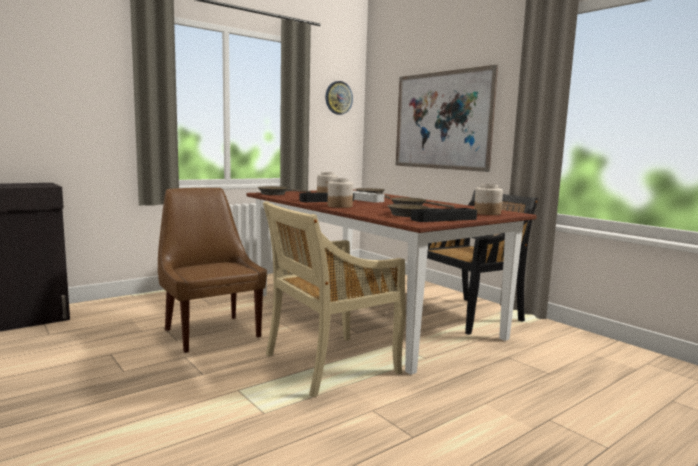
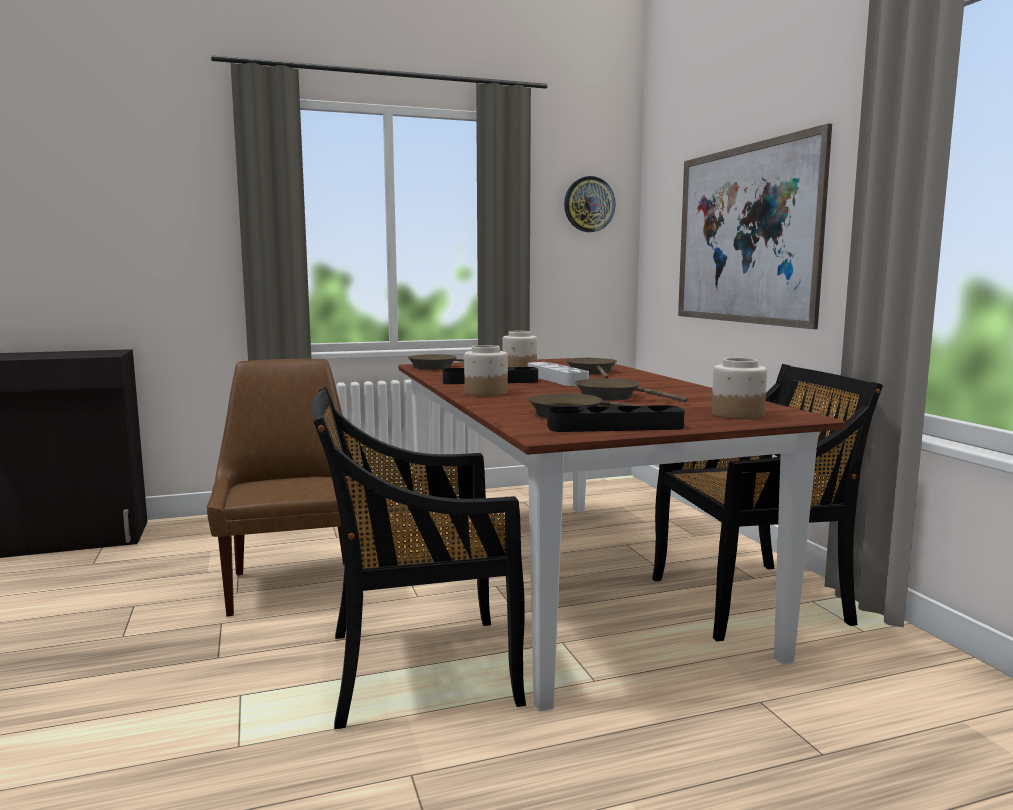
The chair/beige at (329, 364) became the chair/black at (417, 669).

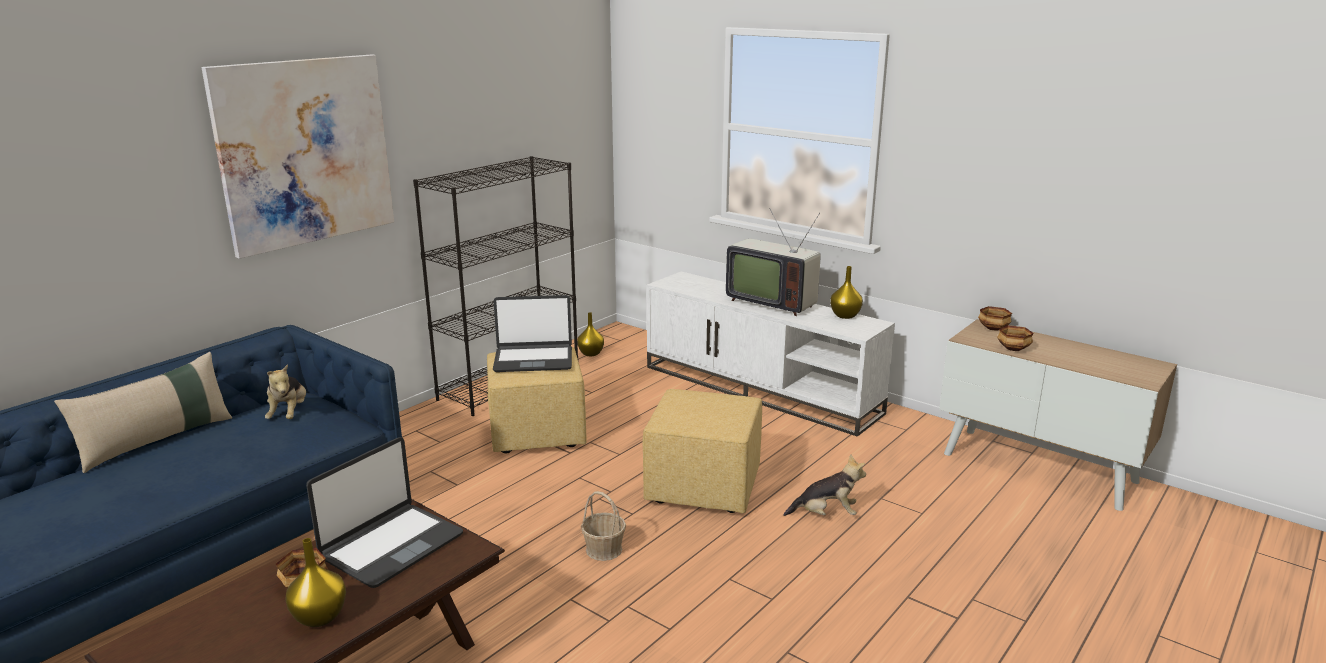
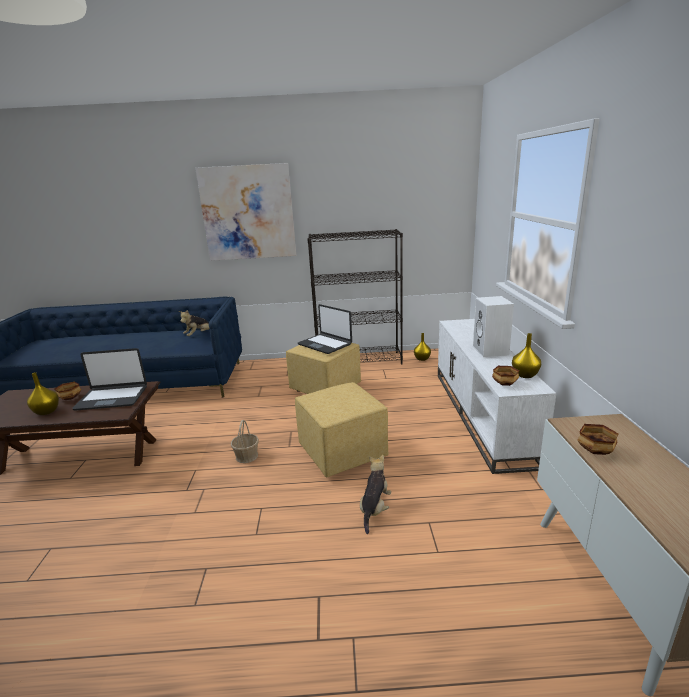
The pillow/beige at (157, 440) disappeared. The bowl moved from (992, 328) to (504, 383). The television at (772, 302) was replaced by the speaker/white at (491, 351). The plush toy at (826, 514) turned 120 degrees counterclockwise.

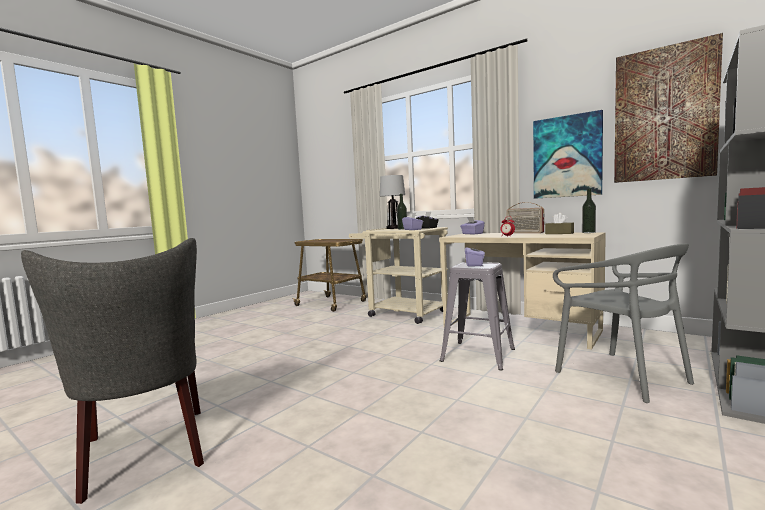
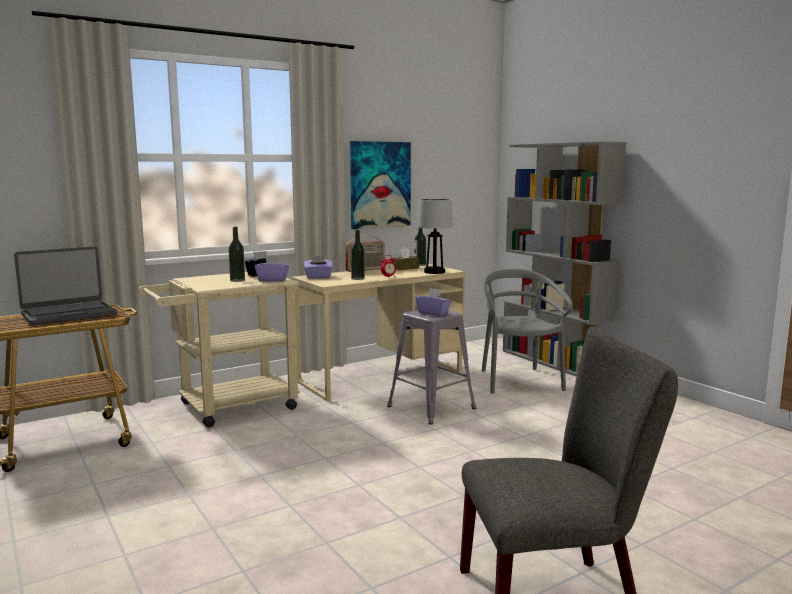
The picture at (664, 114) disappeared. The laptop at (68, 314) appeared. The bottle at (358, 278) appeared. The table lamp moved from (394, 228) to (434, 272). The chair/grey at (621, 376) turned 90 degrees counterclockwise.

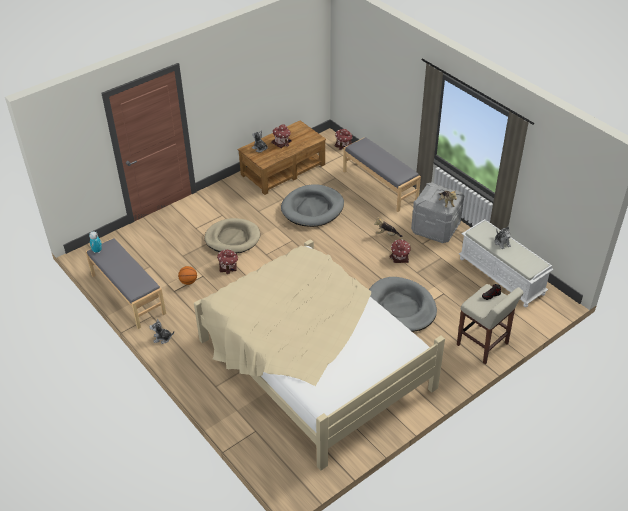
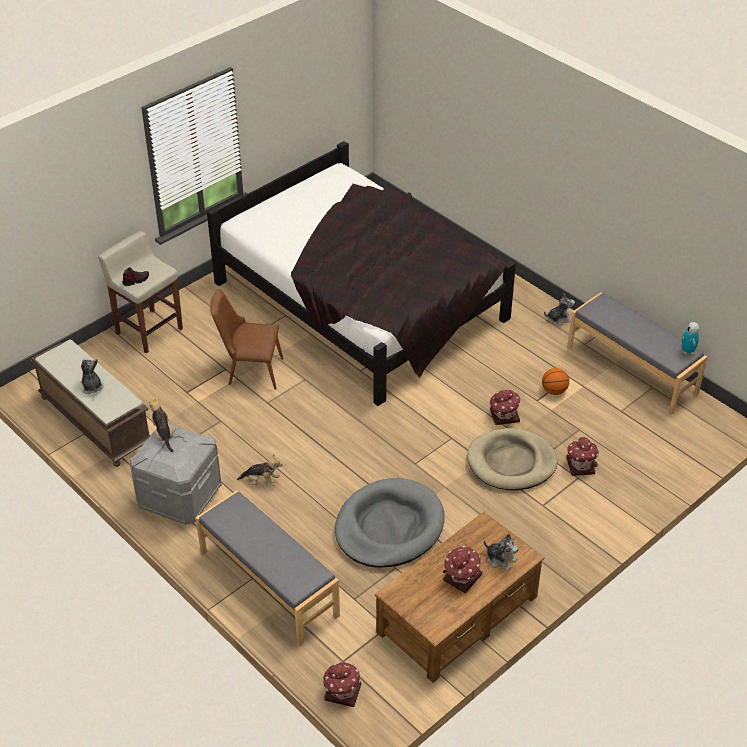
The toy house moved from (400, 257) to (580, 465). The dog bed/grey at (400, 307) was replaced by the chair/brown at (249, 370). The bed/beige at (313, 363) became the bed/black at (362, 301). The bench/white at (502, 276) became the bench/brown at (94, 421).

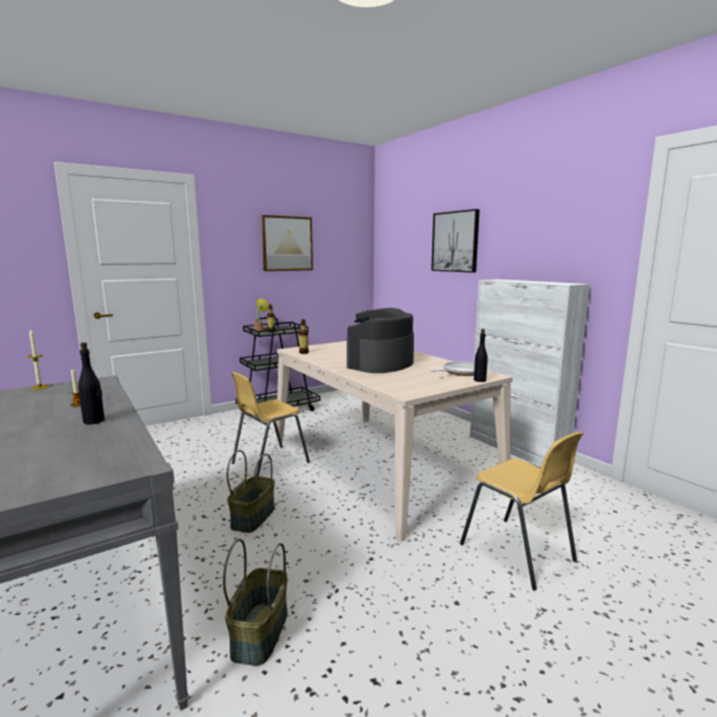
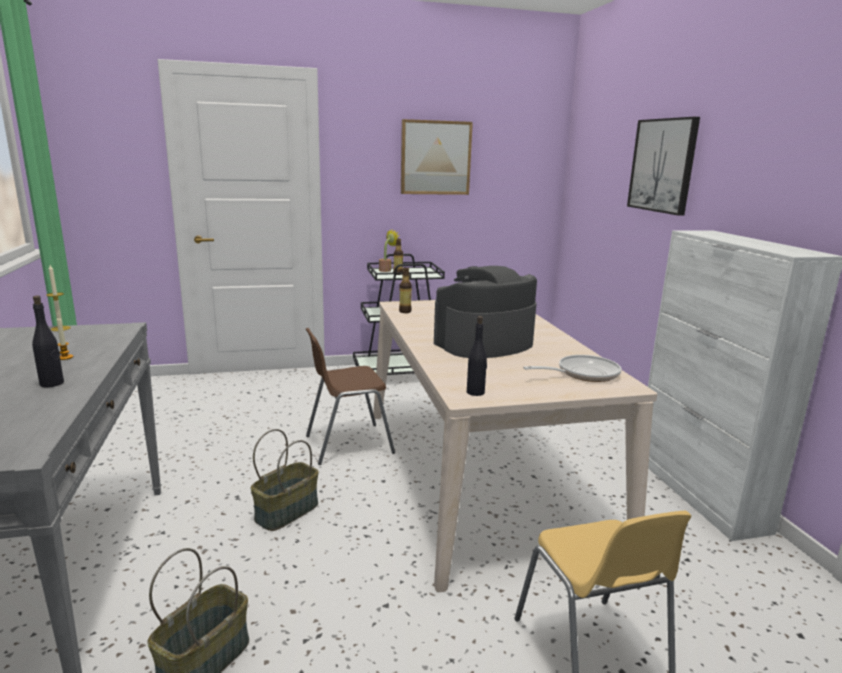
The bottle/black moved from (480, 380) to (475, 392). The chair/yellow at (269, 463) became the chair/brown at (348, 444).

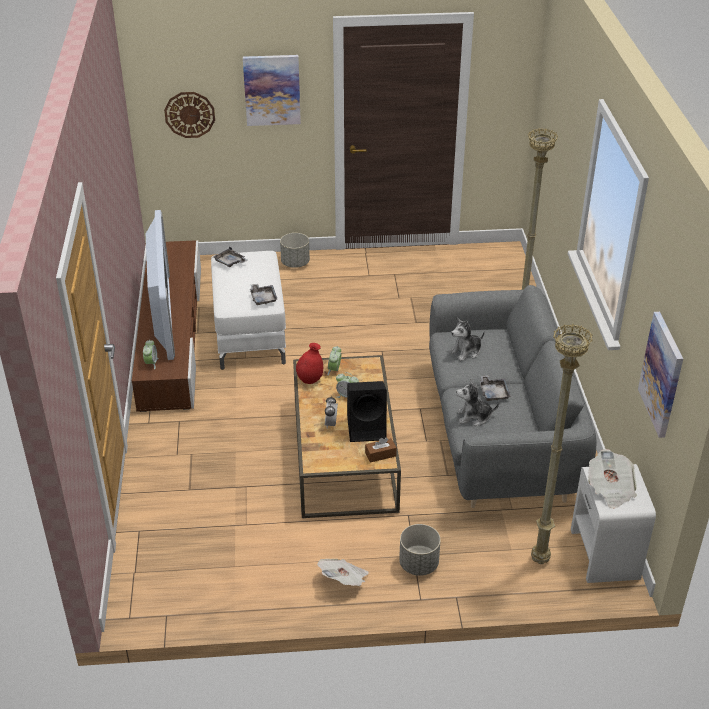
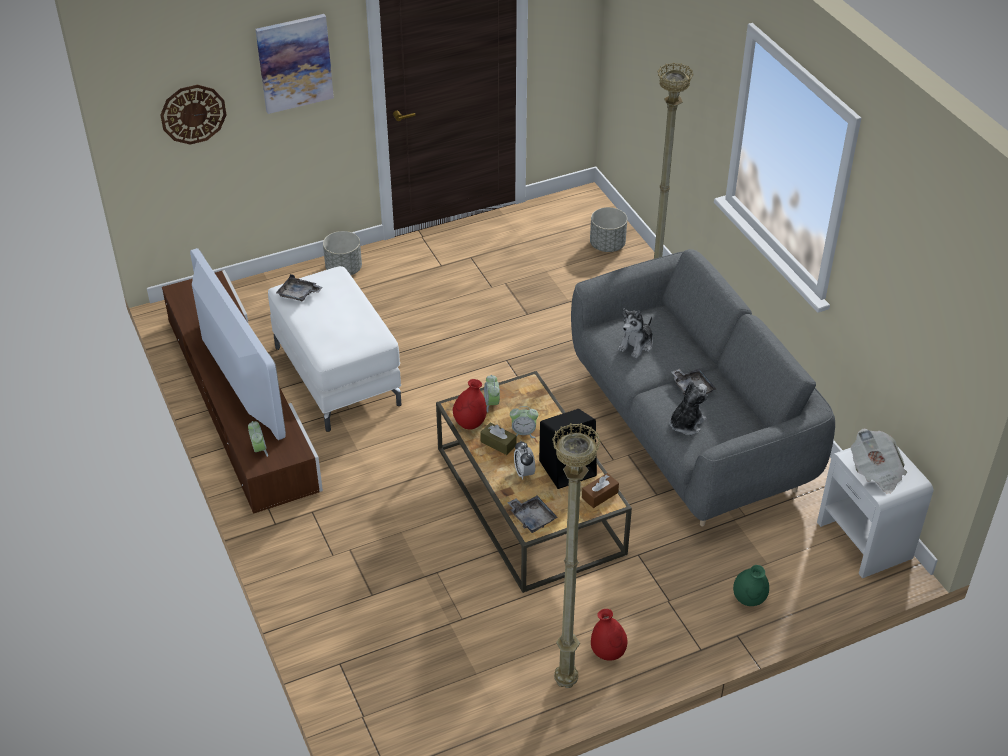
The picture at (662, 374) disappeared. The tissue box/brown at (498, 443) appeared. The vase/green at (749, 599) appeared. The tray/grey moved from (263, 298) to (532, 518). The planter/grey moved from (419, 564) to (607, 245). The floor lamp/beige moved from (538, 560) to (565, 683). The newspaper at (344, 580) was replaced by the vase/red at (608, 653). The plush toy at (474, 417) turned 150 degrees clockwise.

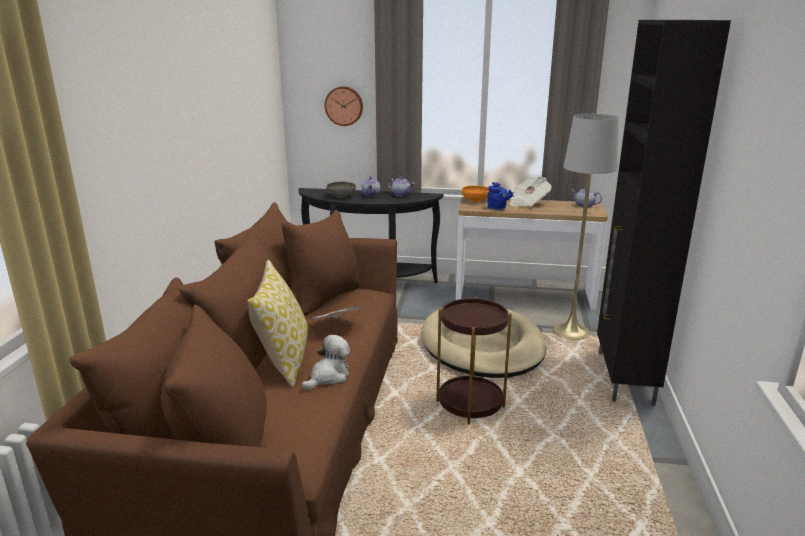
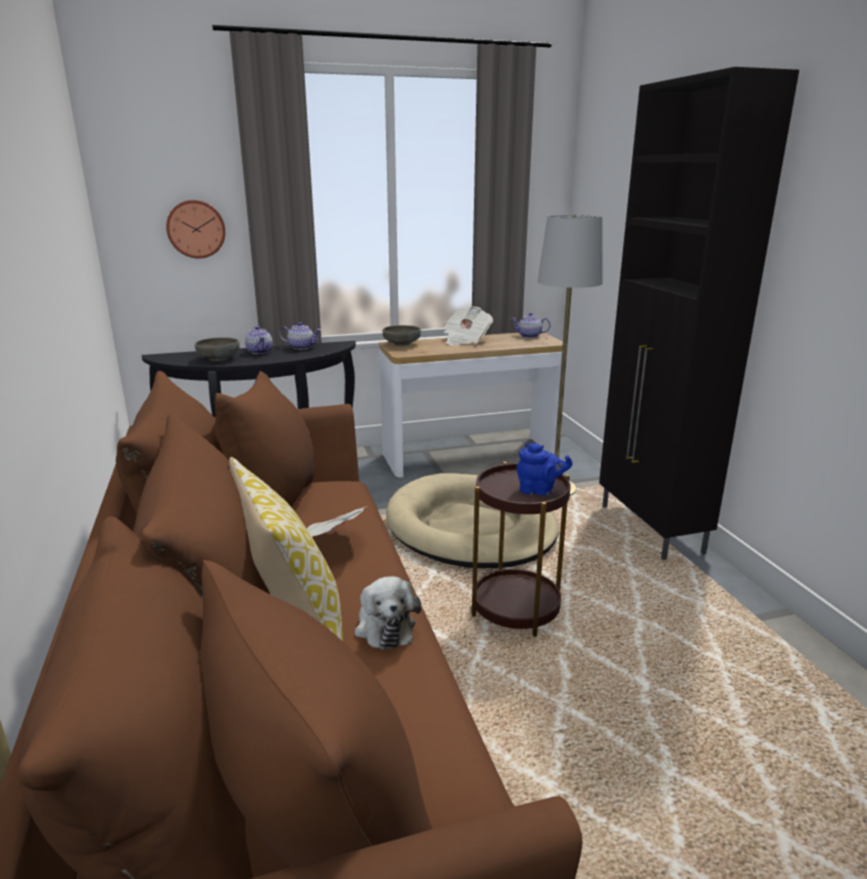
The teapot/blue moved from (498, 208) to (539, 491). The bowl/orange at (475, 200) became the bowl/grey at (401, 344). The plush toy at (328, 376) turned 150 degrees clockwise.

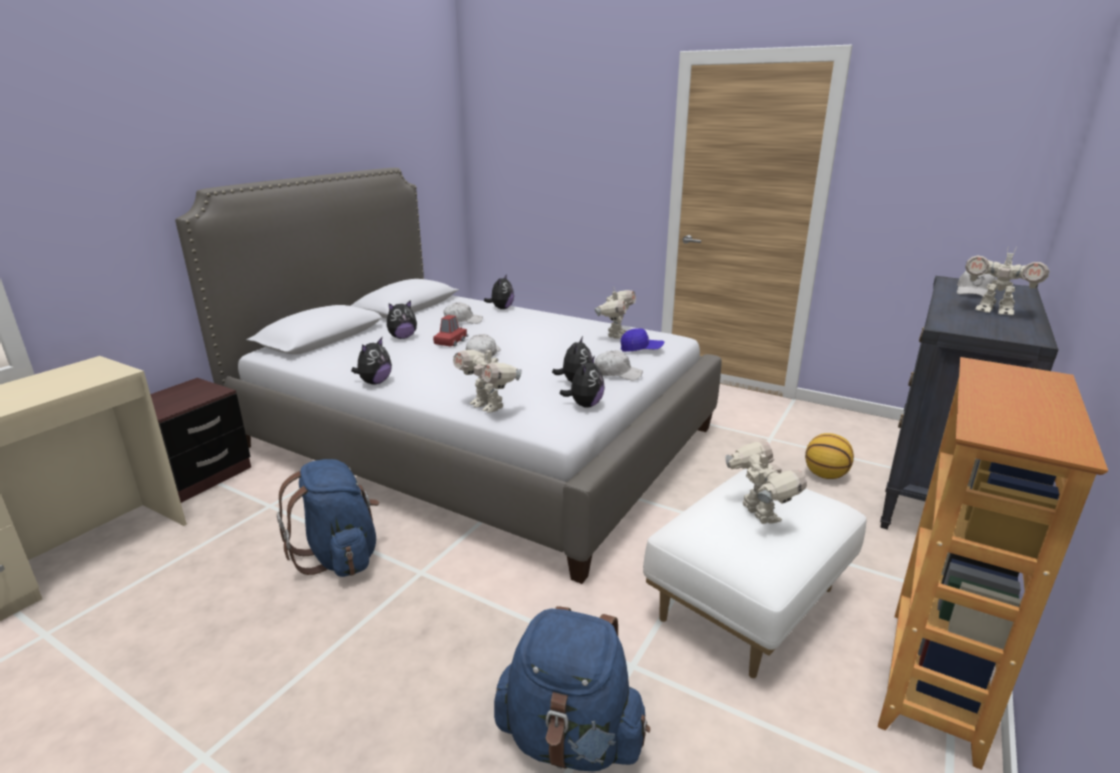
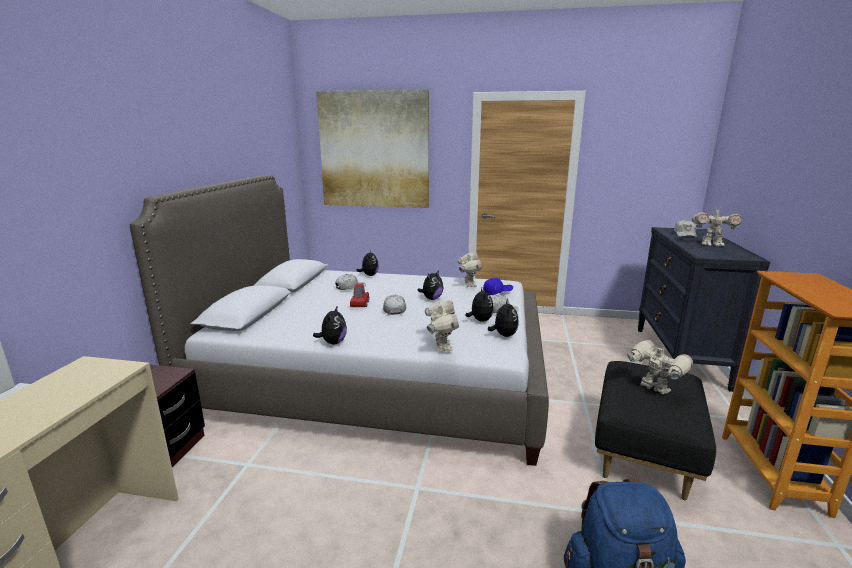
The backpack/blue at (340, 555) disappeared. The basketball at (825, 475) disappeared. The picture at (374, 150) appeared. The plush toy moved from (402, 337) to (431, 298). The ottoman/white at (748, 606) became the ottoman/black at (645, 453). The toy robot at (488, 406) turned 120 degrees counterclockwise.

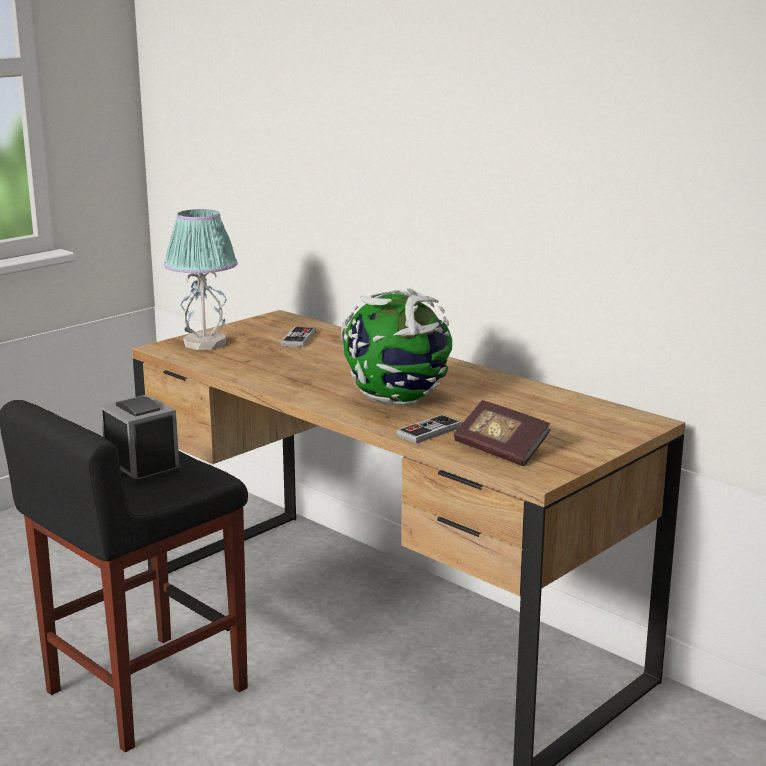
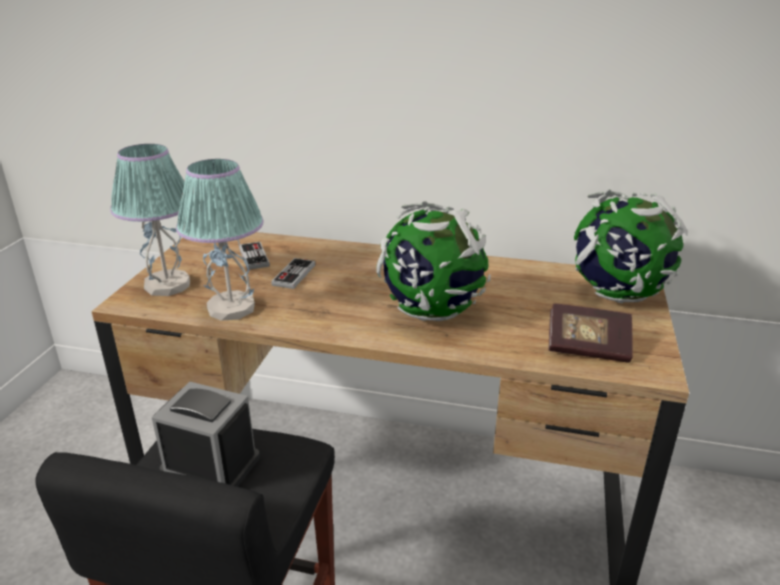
The table lamp at (232, 308) appeared. The globe at (616, 295) appeared. The game controller moved from (429, 431) to (294, 275).

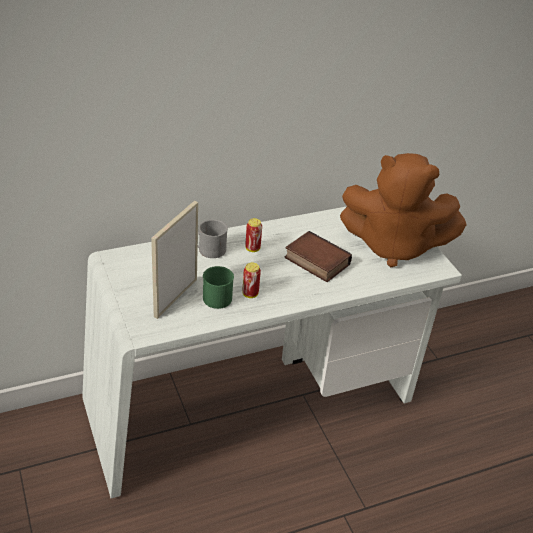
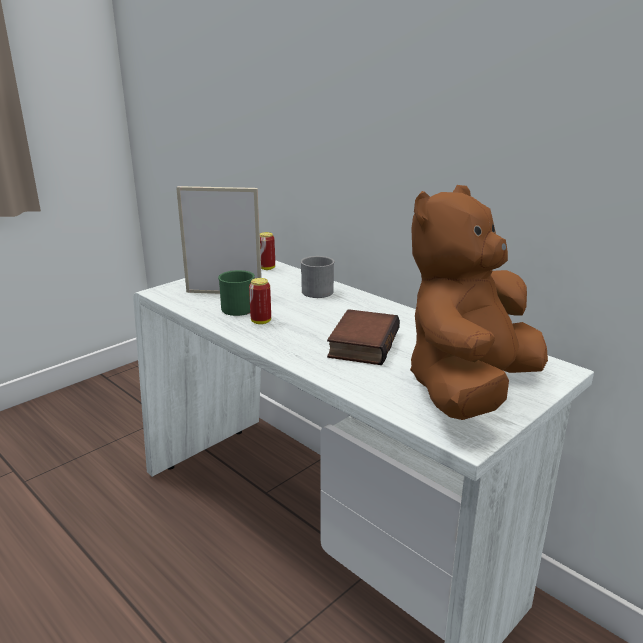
The can moved from (252, 248) to (267, 268). The plush toy/brown at (393, 246) turned 45 degrees clockwise.

